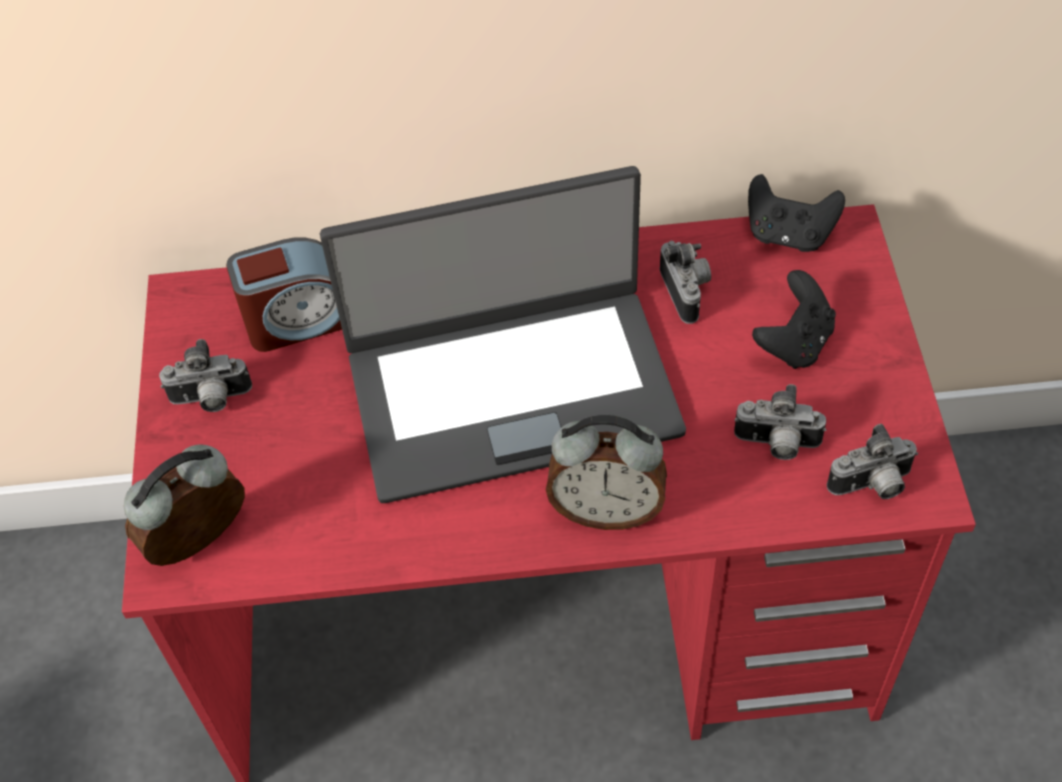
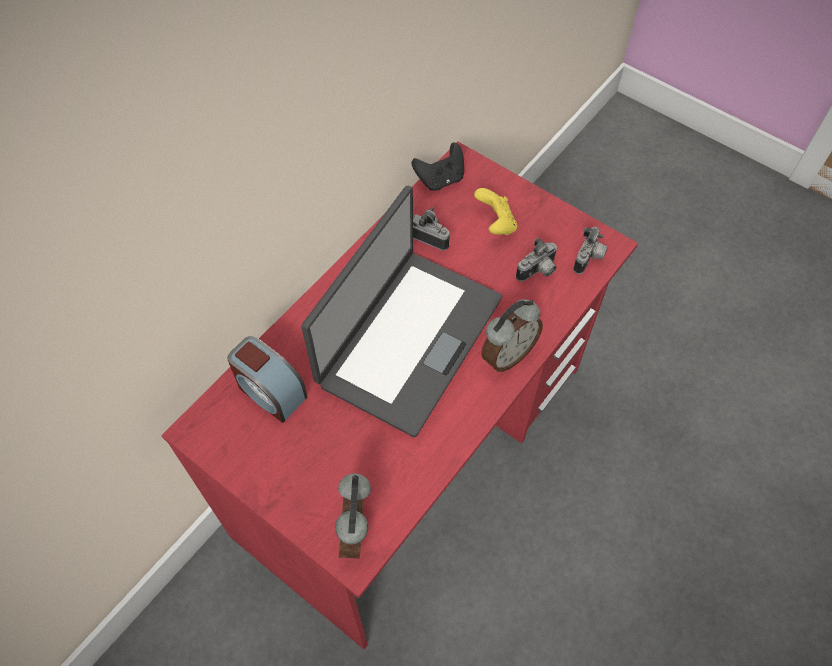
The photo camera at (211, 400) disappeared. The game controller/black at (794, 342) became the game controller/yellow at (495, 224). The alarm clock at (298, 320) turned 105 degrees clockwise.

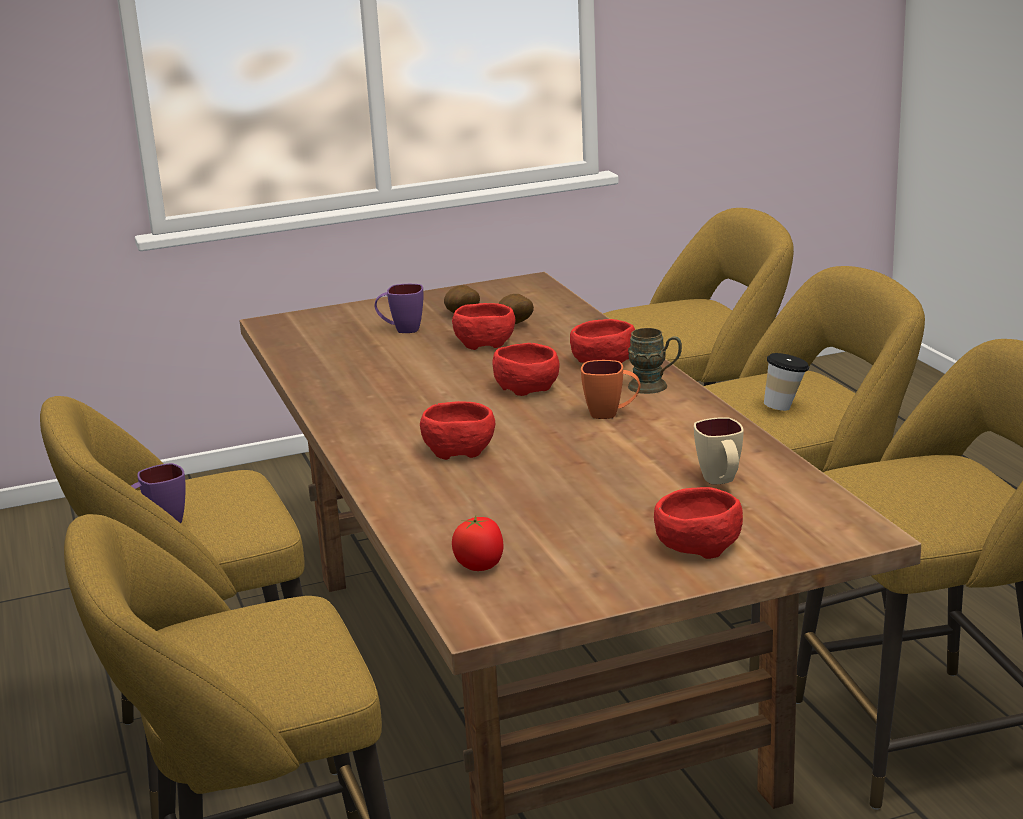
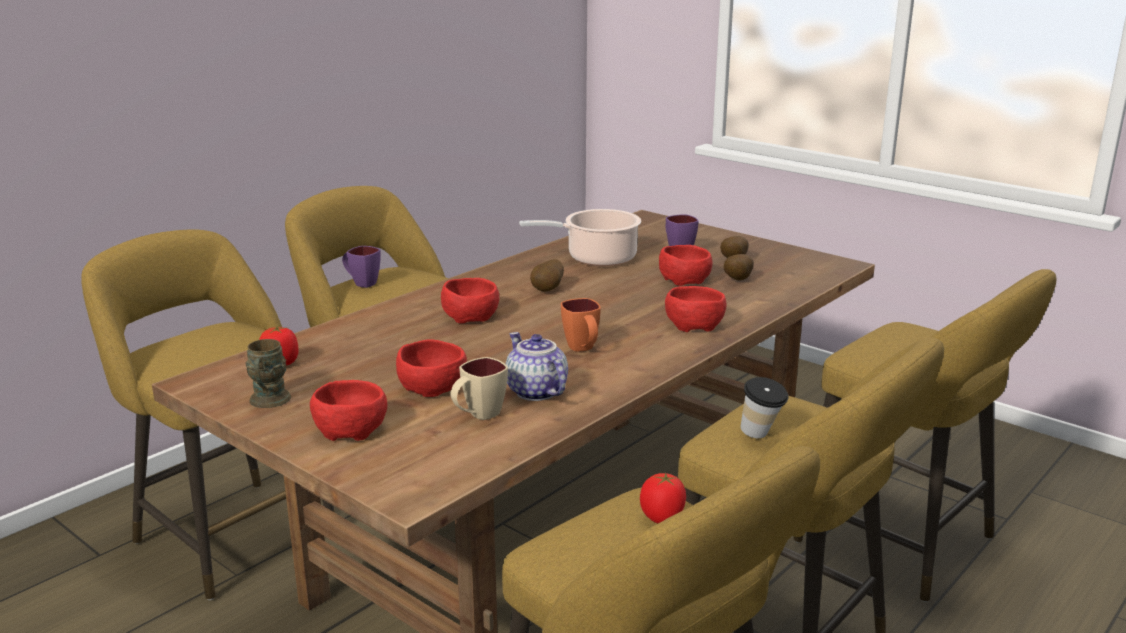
The teapot at (535, 392) appeared. The cooking pot at (597, 258) appeared. The potato at (548, 290) appeared. The tomato at (662, 518) appeared. The bowl/red moved from (527, 386) to (434, 387). The mug/brown moved from (655, 387) to (268, 402).

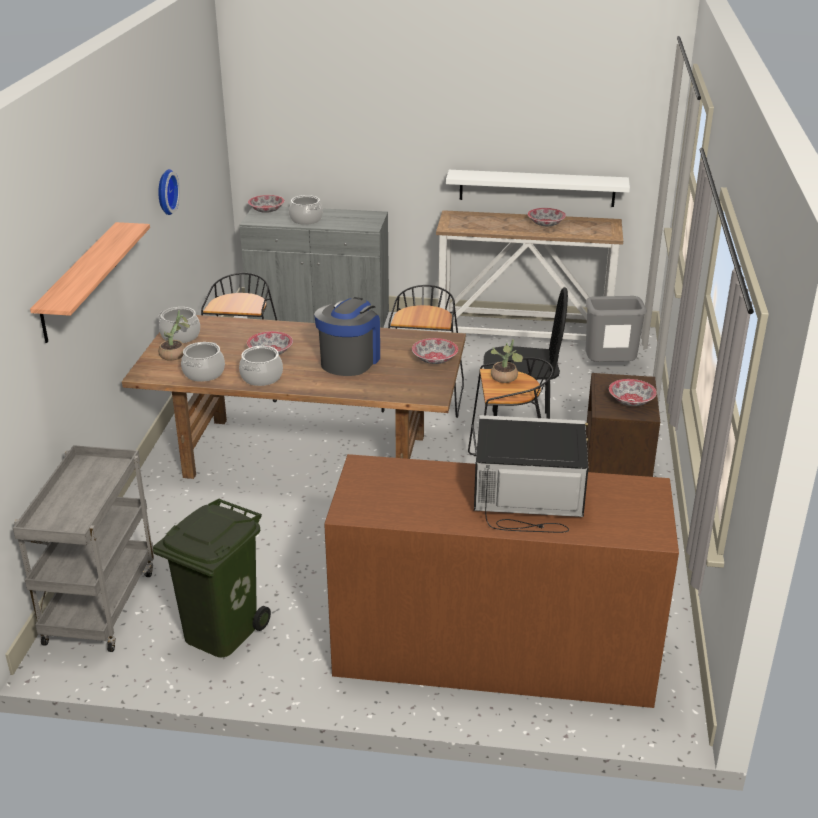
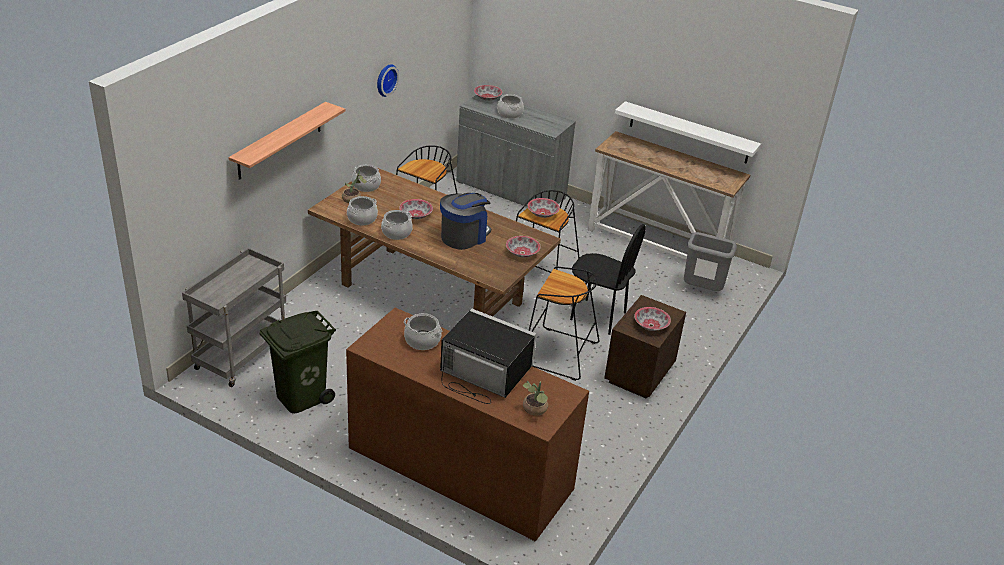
The cooking pot at (422, 340) appeared. The potted plant moved from (505, 379) to (534, 410). The bowl moved from (545, 224) to (542, 214).

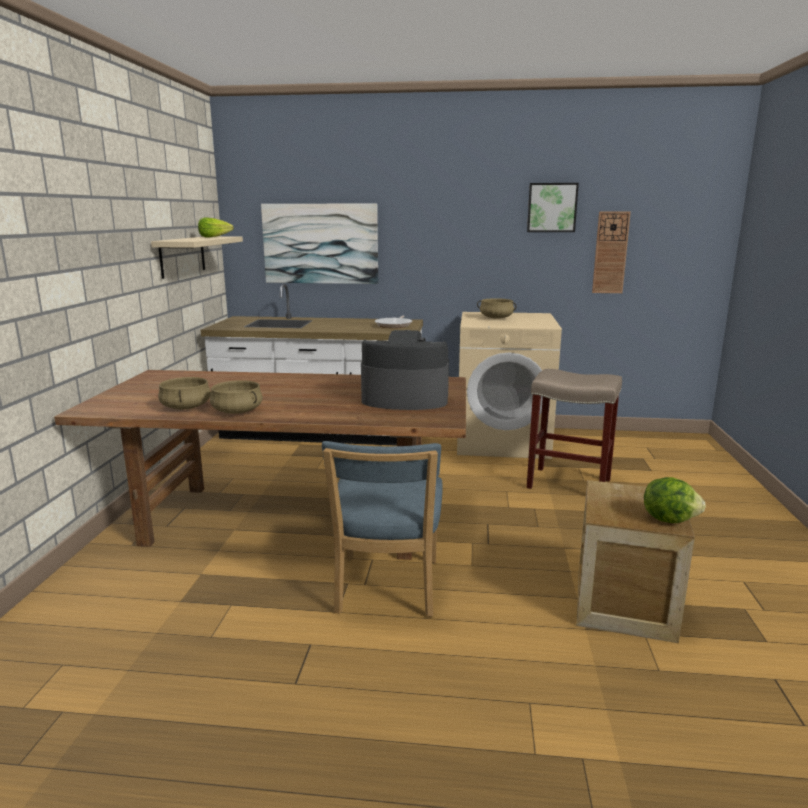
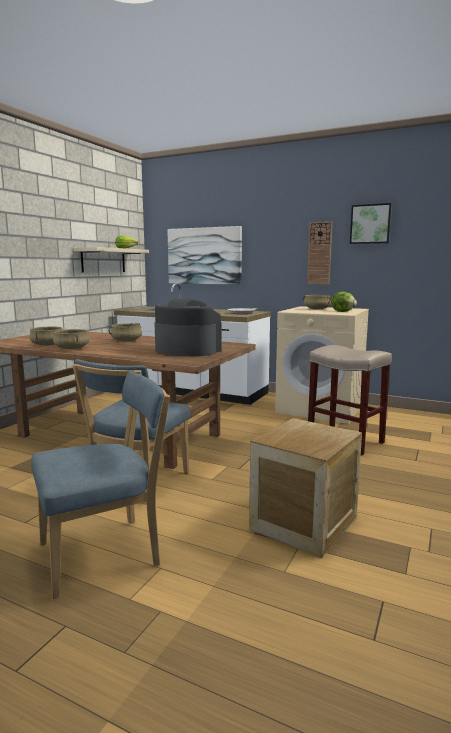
The chair/blue at (105, 553) appeared. The cooking pot/beige at (126, 341) appeared. The wall clock moved from (610, 252) to (319, 253). The lettuce moved from (669, 519) to (343, 311).

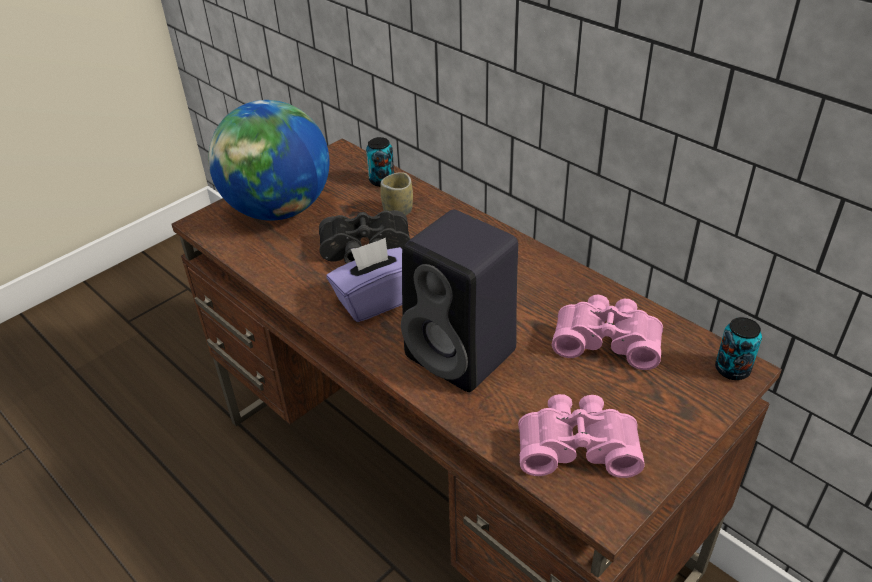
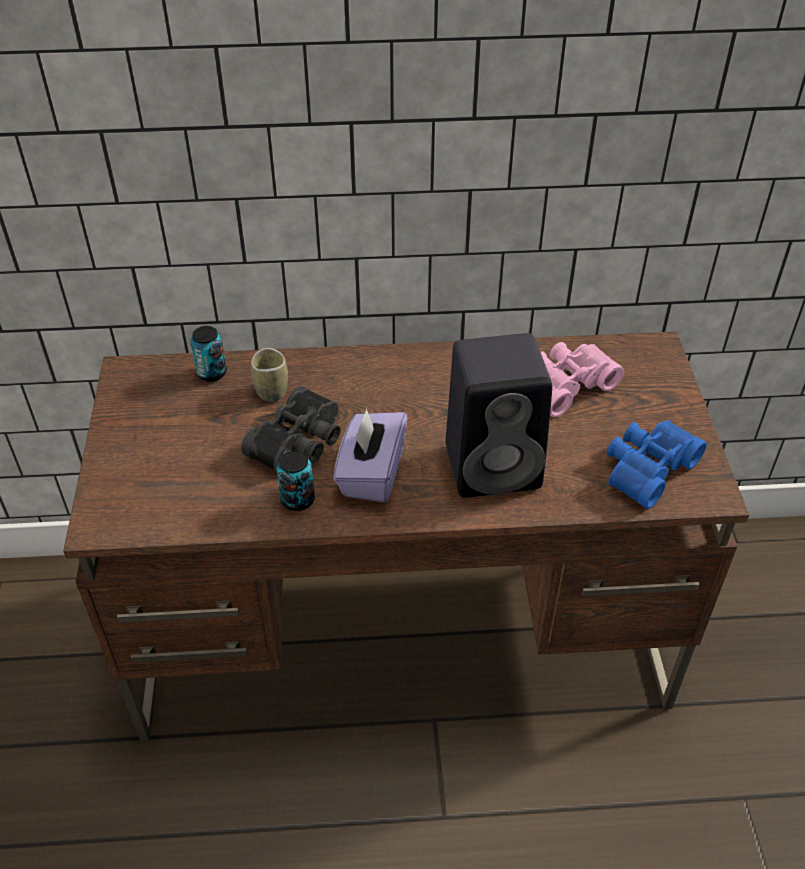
The globe at (279, 210) disappeared. The can moved from (732, 369) to (297, 500). The binoculars/pink at (576, 445) became the binoculars/blue at (645, 468).

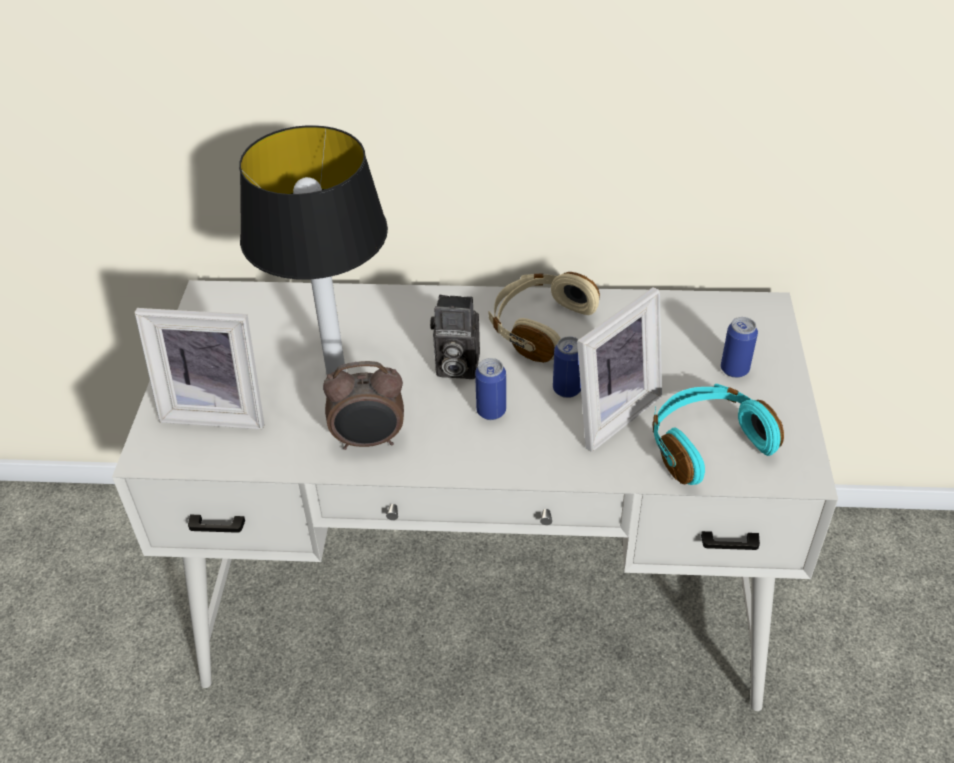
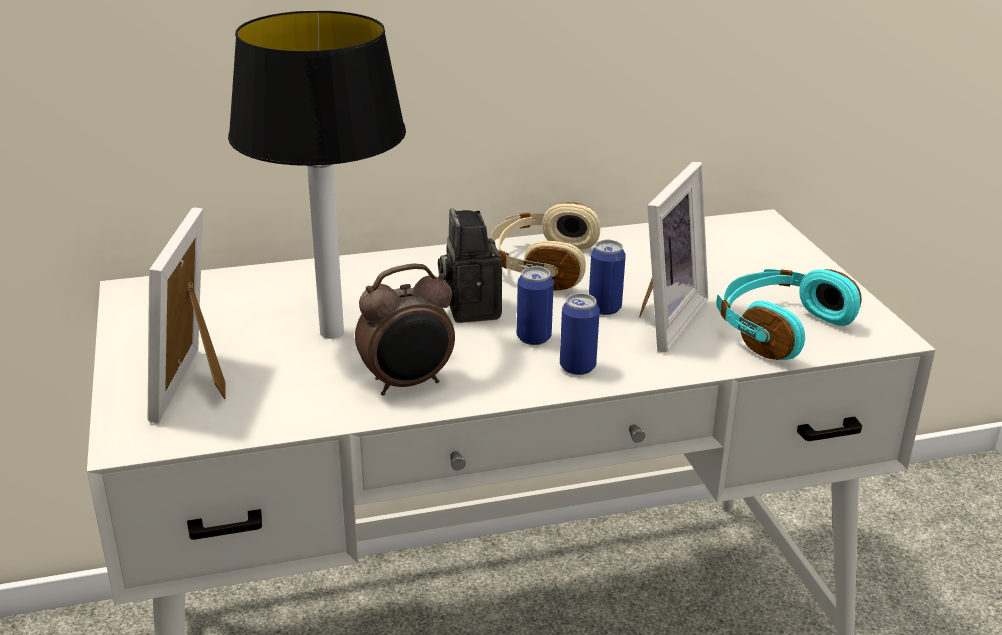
The can moved from (734, 369) to (577, 367). The picture frame at (217, 409) turned 105 degrees clockwise. The photo camera at (455, 367) turned 90 degrees clockwise.

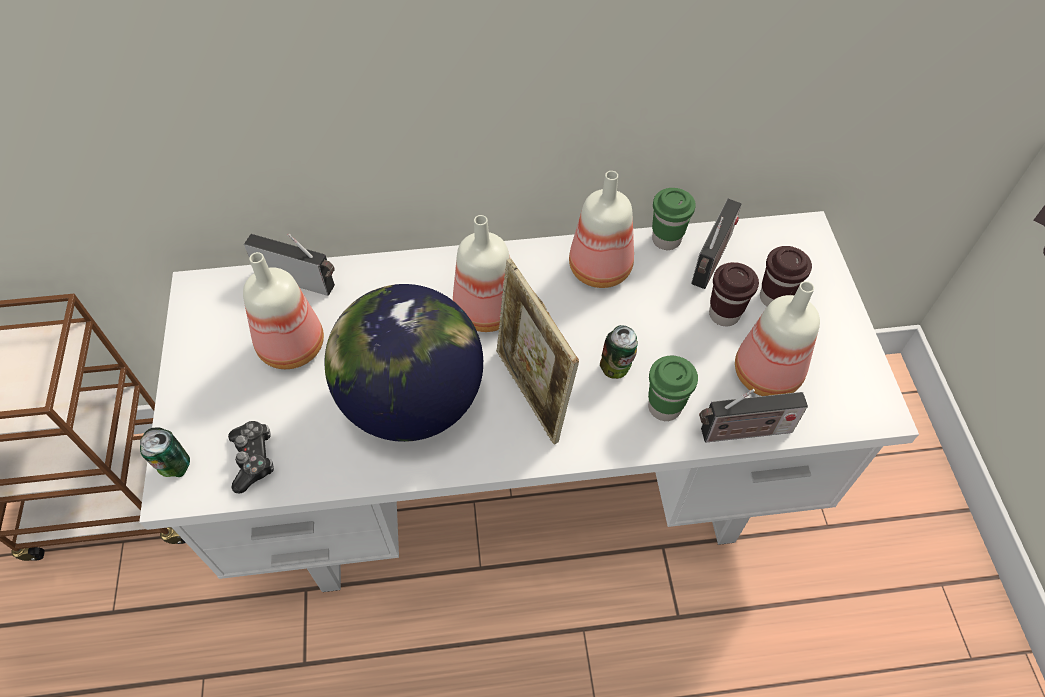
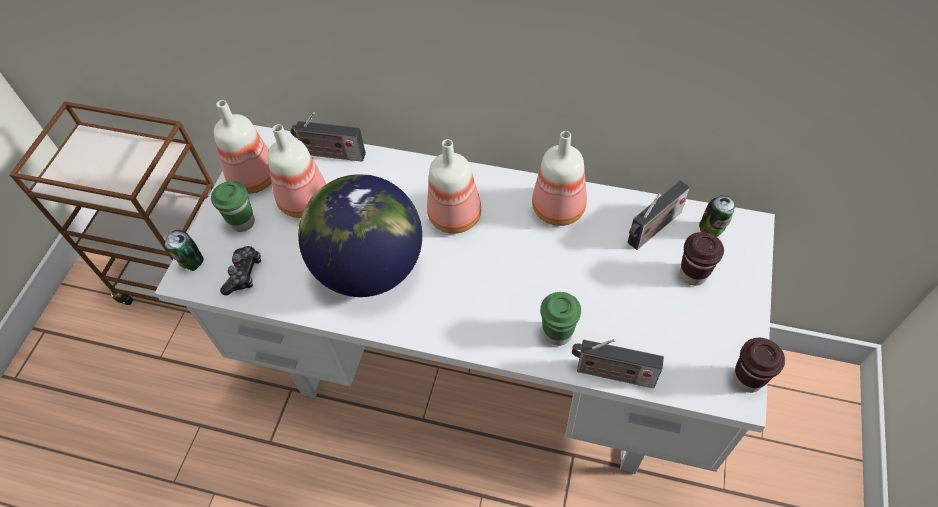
The picture frame at (532, 394) disappeared. The can moved from (617, 368) to (712, 230). The cup/green moved from (666, 239) to (242, 222). The cup/brown moved from (724, 314) to (747, 379). The bottle moved from (767, 375) to (253, 179). The radio at (300, 280) turned 150 degrees clockwise.

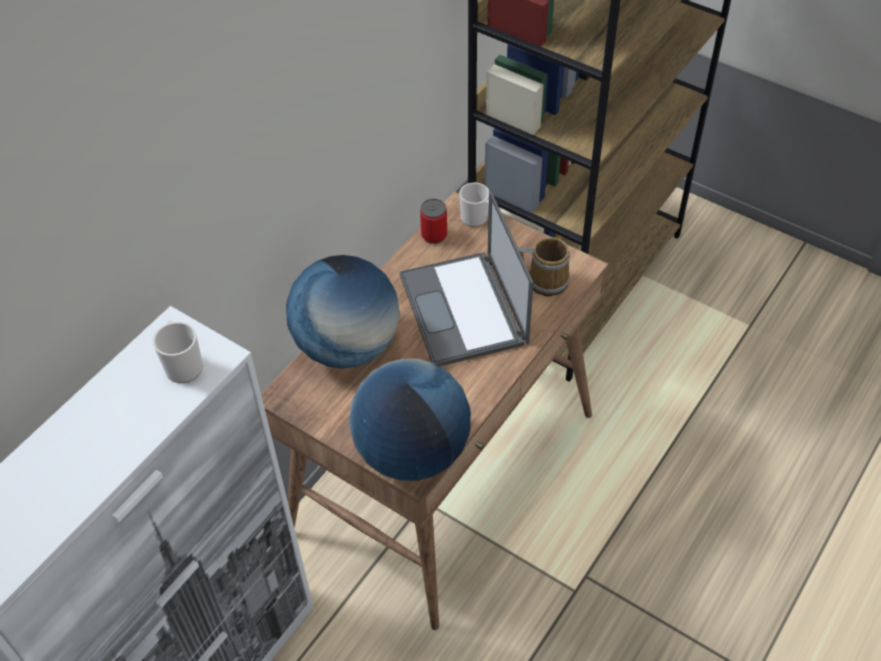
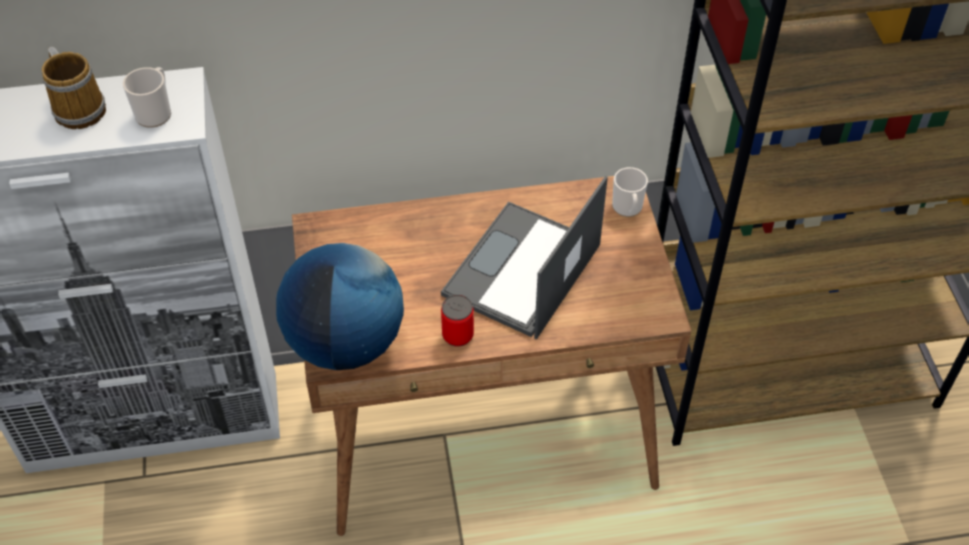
The globe at (347, 346) disappeared. The can moved from (434, 235) to (458, 335). The mug moved from (545, 280) to (80, 108).

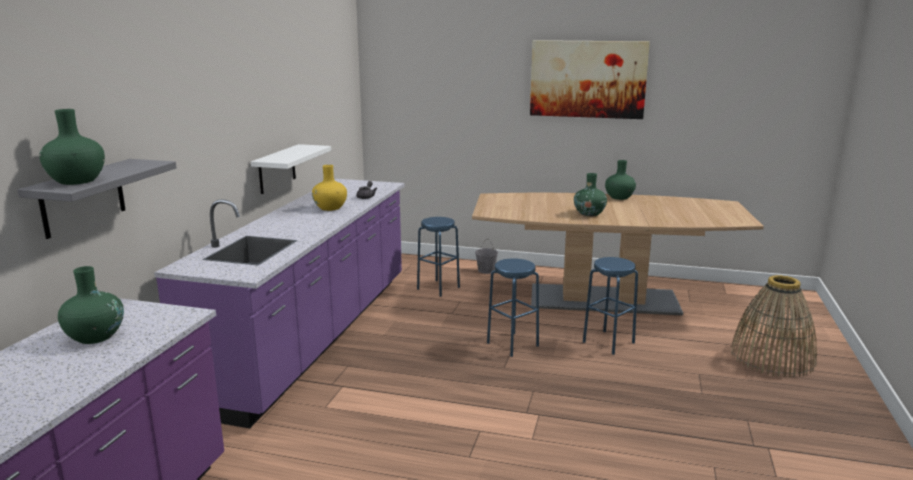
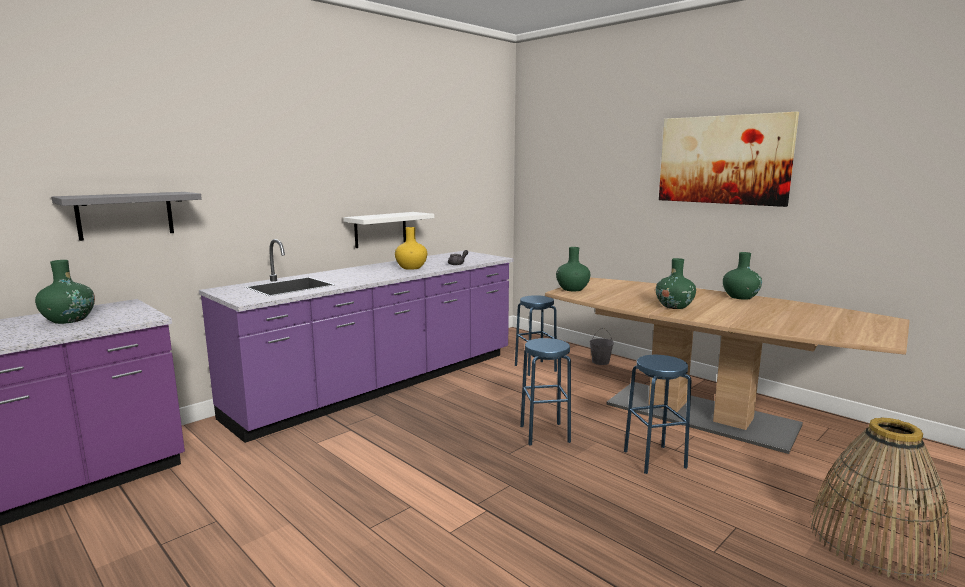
The vase/green moved from (77, 181) to (572, 289).

